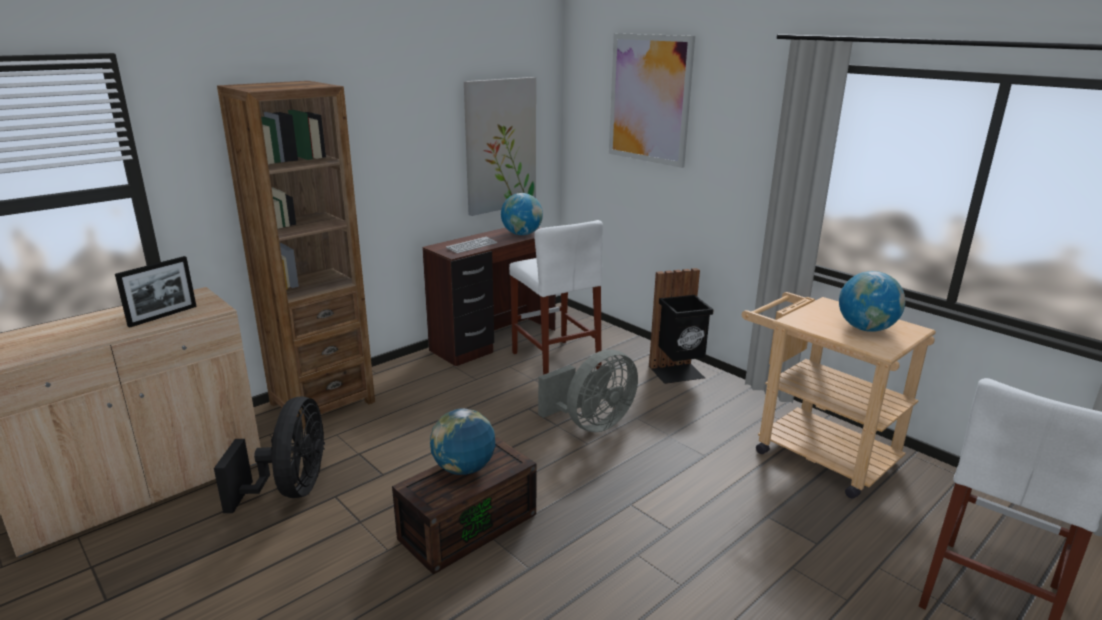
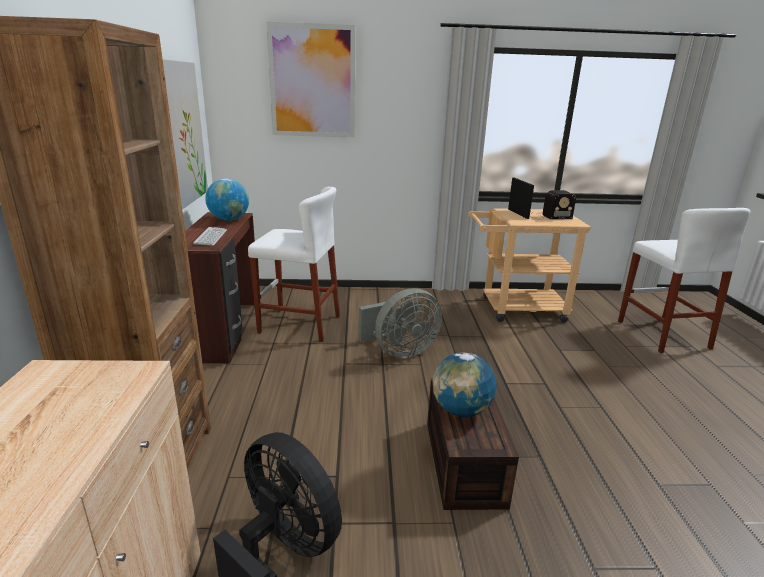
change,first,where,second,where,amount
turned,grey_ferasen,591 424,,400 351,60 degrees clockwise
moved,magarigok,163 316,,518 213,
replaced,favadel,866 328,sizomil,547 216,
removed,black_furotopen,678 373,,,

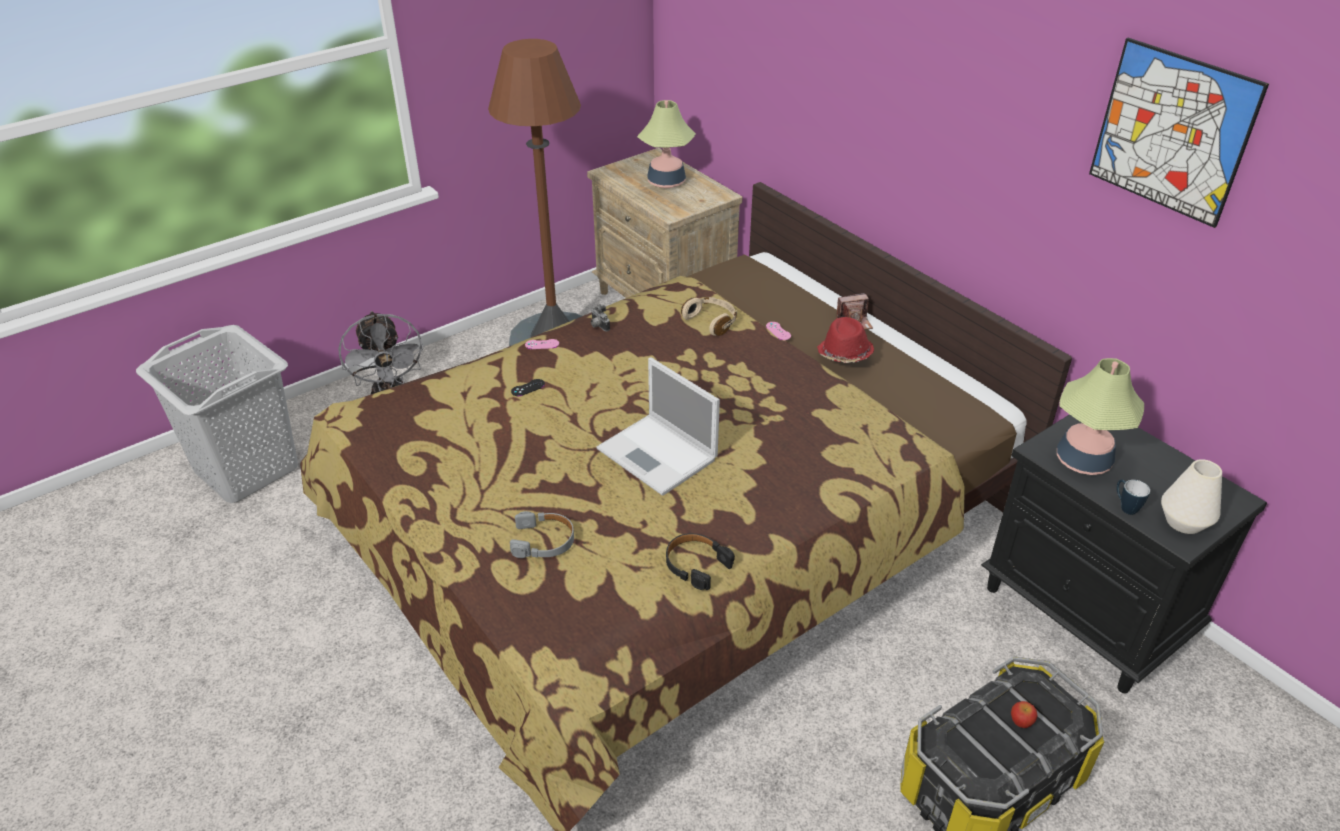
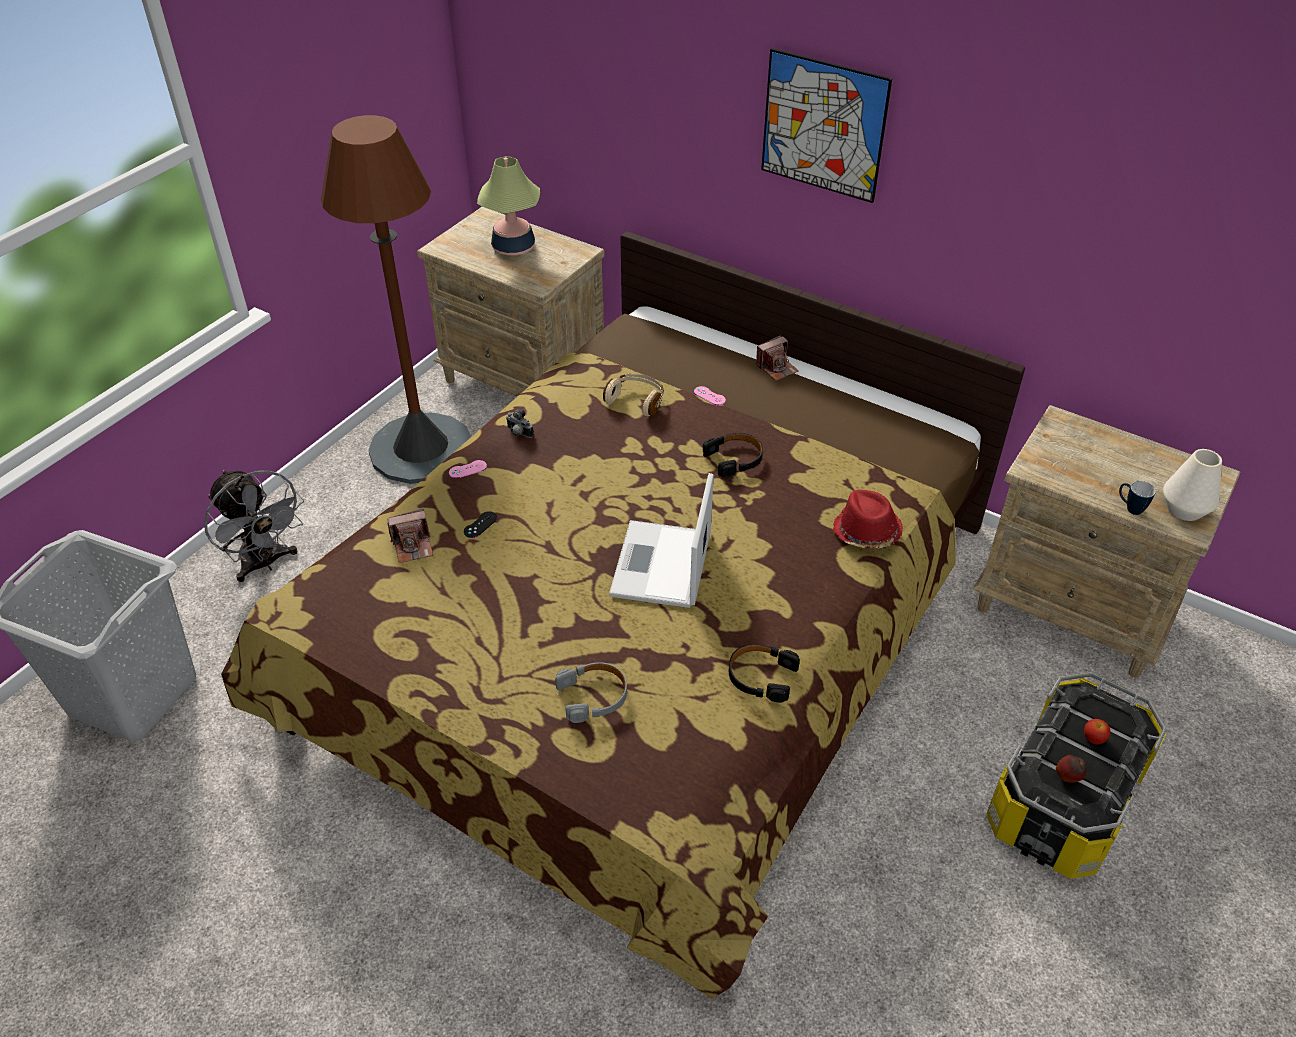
change,first,where,second,where,amount
added,,,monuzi,413 546,
turned,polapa,659 455,,661 566,75 degrees clockwise
added,,,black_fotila,735 459,
moved,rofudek,1172 132,,823 126,
moved,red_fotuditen,844 354,,866 532,
recoloured,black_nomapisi,1087 614,beige_nomapisi,1074 609,
added,,,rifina,1067 778,
removed,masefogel,1083 460,,,

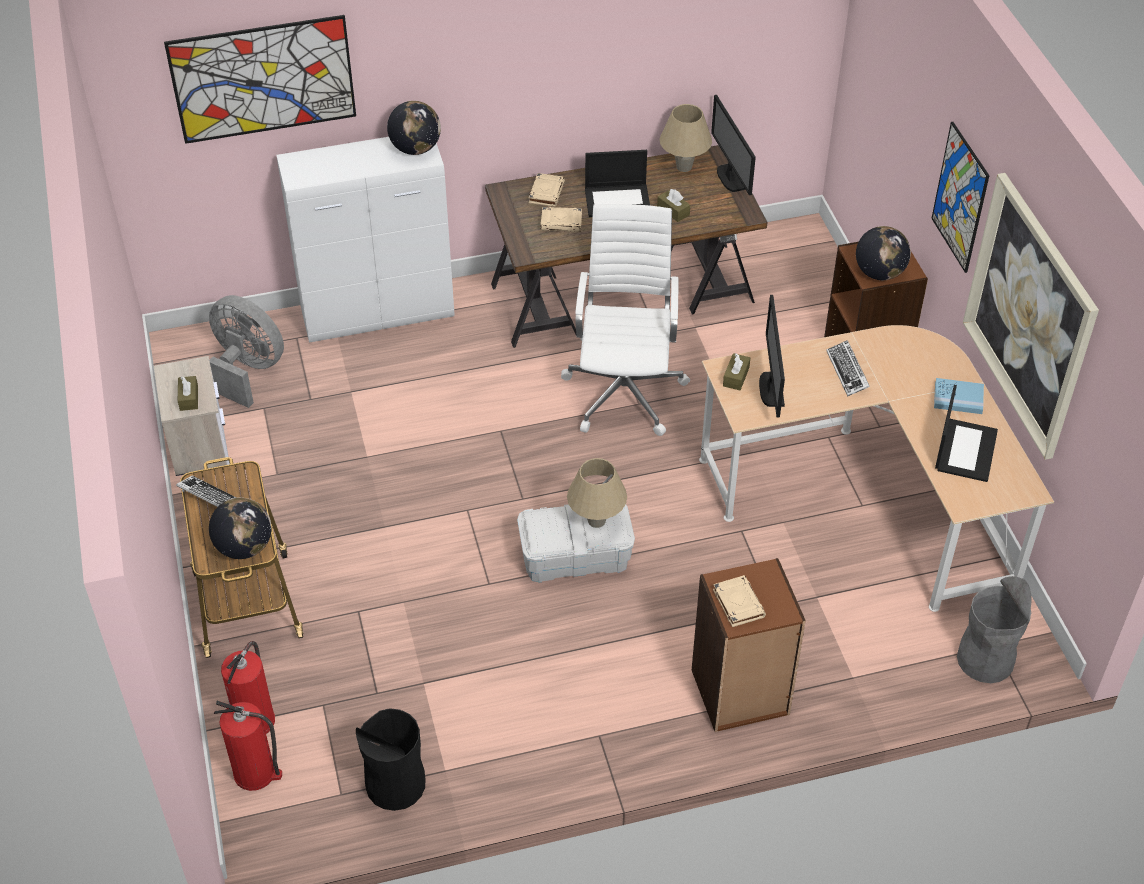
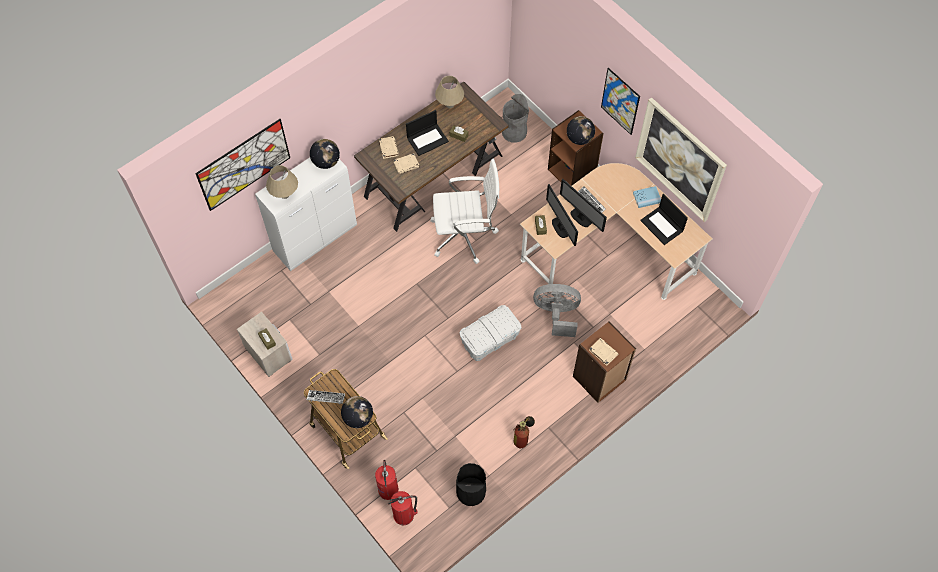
change,first,where,second,where,amount
moved,beige_masefogel,596 521,,285 194,
turned,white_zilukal,625 390,,465 235,105 degrees clockwise
moved,grey_furotopen,985 659,,514 132,
added,,,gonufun,523 437,
moved,grey_ferasen,247 370,,556 314,
moved,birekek,730 178,,580 218,
turned,polapa,965 449,,662 226,150 degrees clockwise

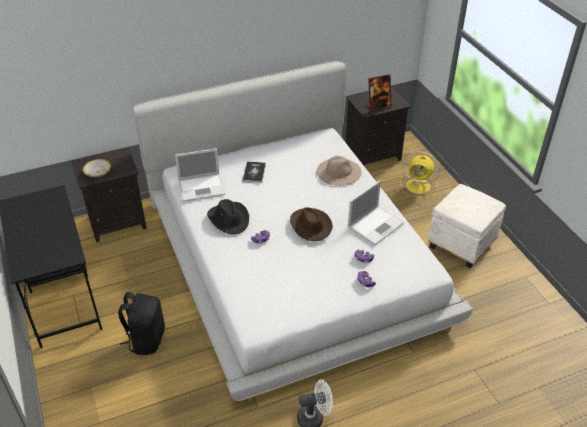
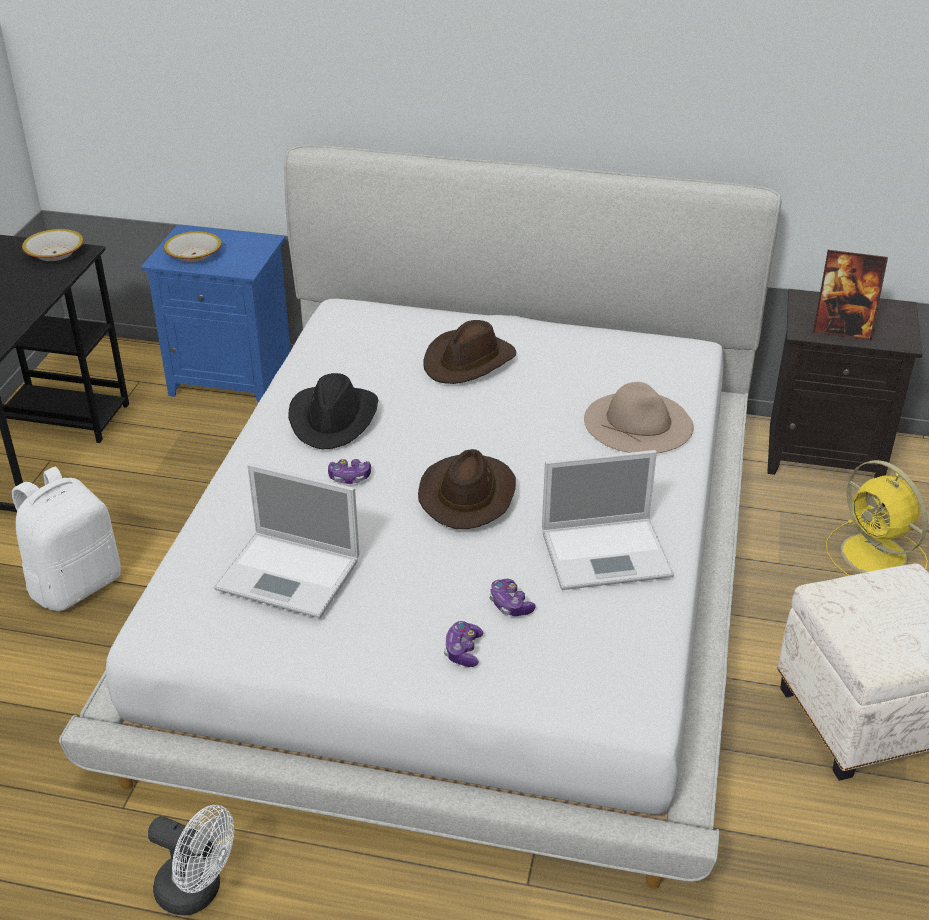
change,first,where,second,where,amount
recoloured,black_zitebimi,146 339,white_zitebimi,75 584,
added,,,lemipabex,54 253,
recoloured,black_nomapisi,118 222,blue_nomapisi,233 379,
moved,polapa,202 187,,291 574,
replaced,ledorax,254 173,brown_fotuditen,469 361,

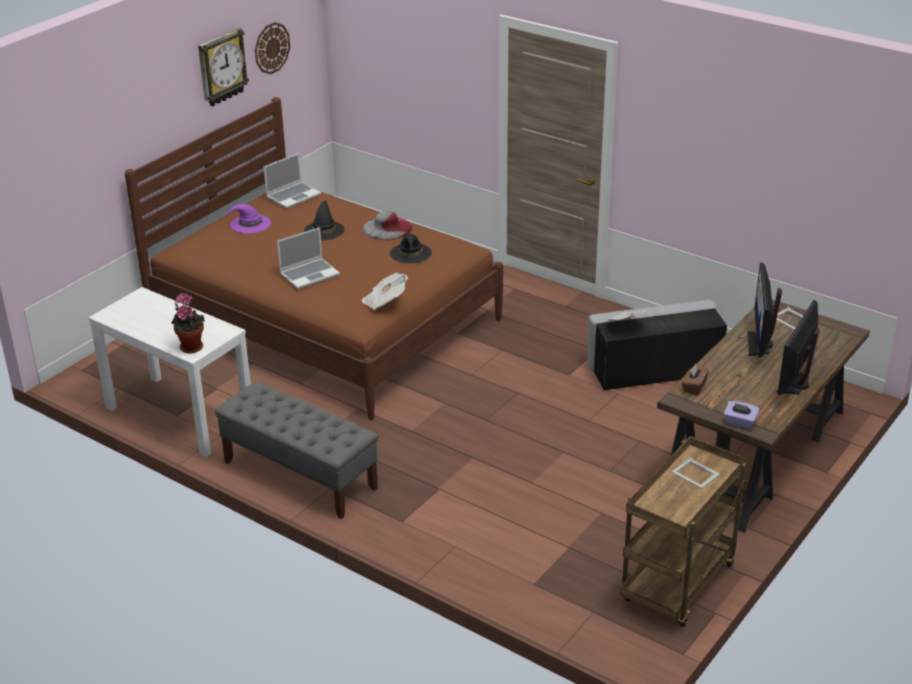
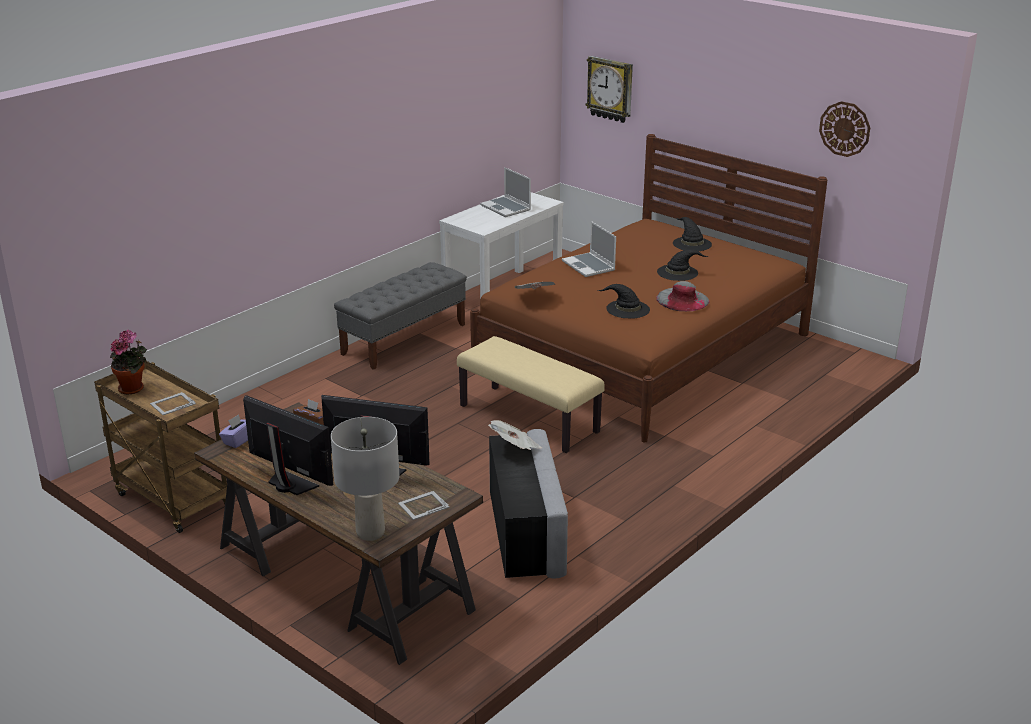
change,first,where,second,where,amount
moved,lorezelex,190 346,,133 388,
added,,,grey_masefogel,371 532,
added,,,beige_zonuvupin,529 419,
moved,polapa,293 196,,506 208,
moved,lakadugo,221 67,,610 89,
recoloured,purple_fotuditen,250 224,black_fotuditen,691 243,

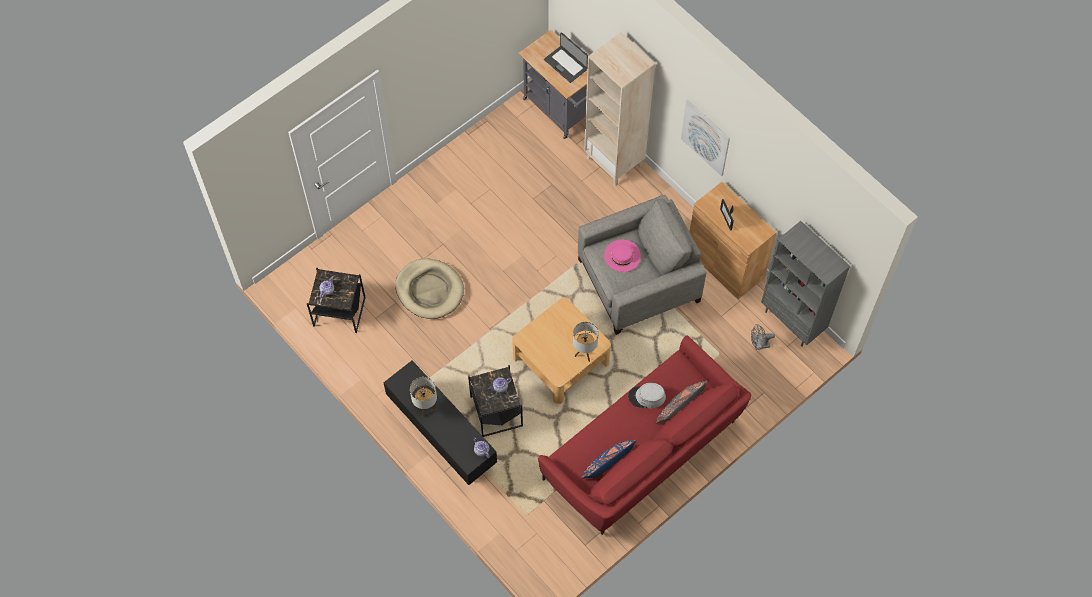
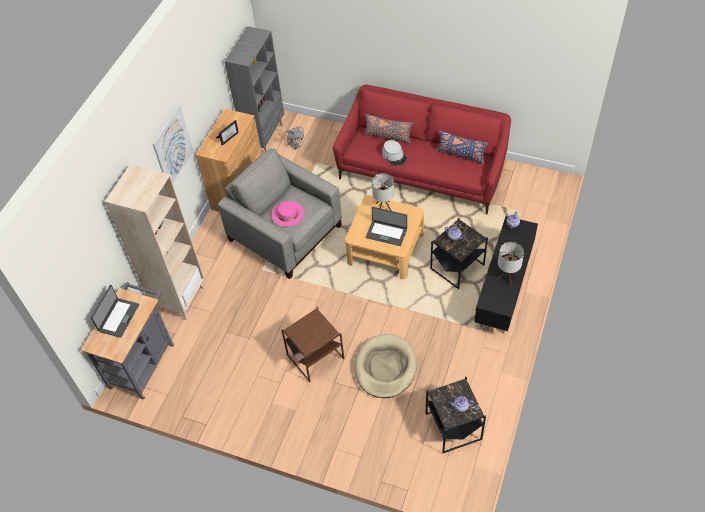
change,first,where,second,where,amount
added,,,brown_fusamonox,314 357,
added,,,polapa,386 233,

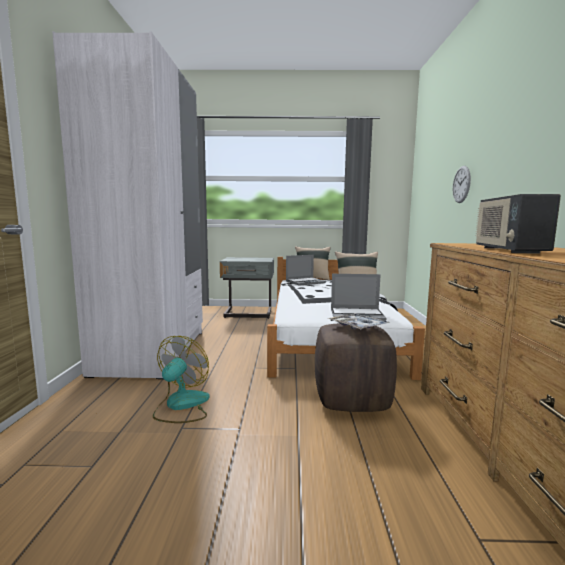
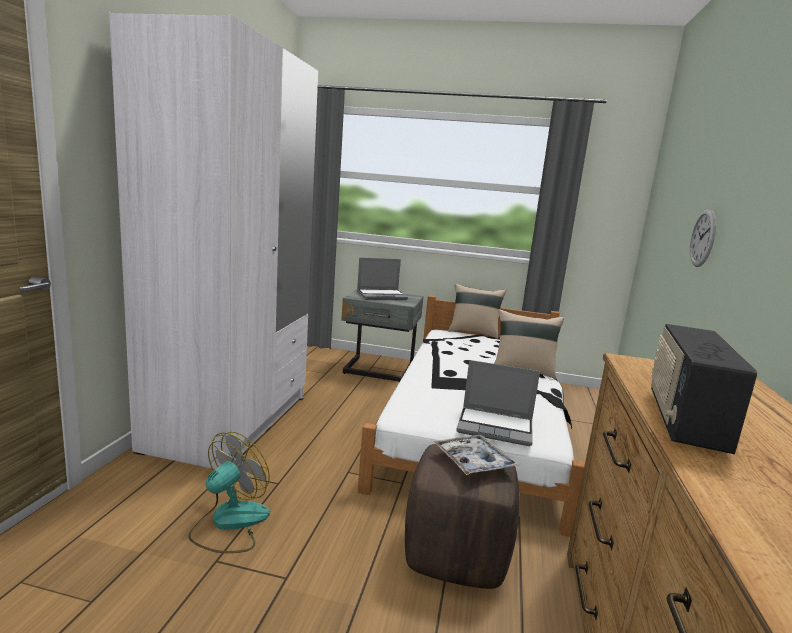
change,first,where,second,where,amount
moved,polapa,305 282,,382 295,

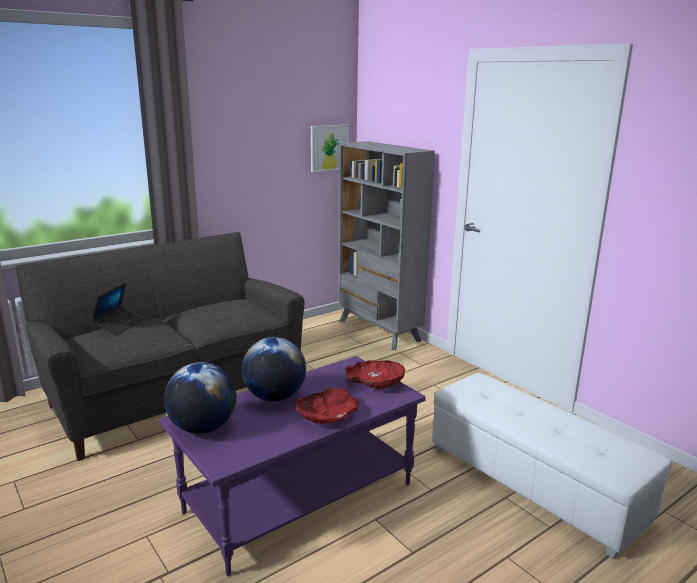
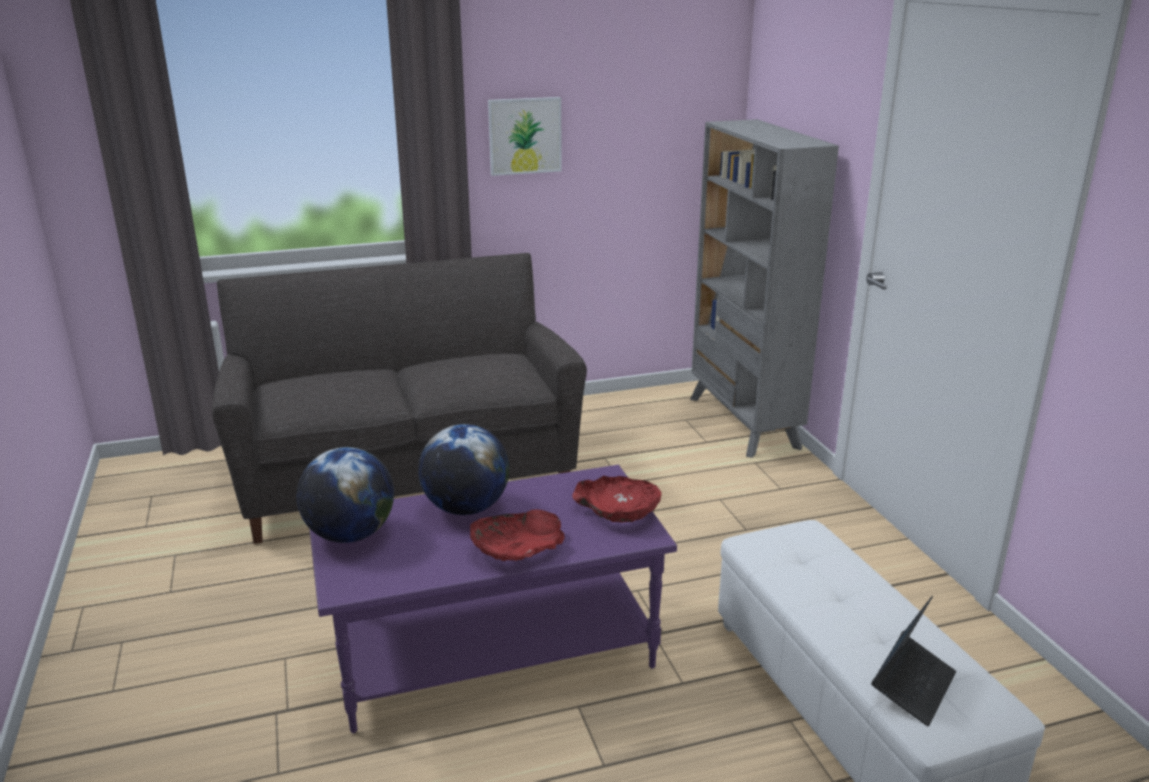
change,first,where,second,where,amount
moved,rofudek,329 147,,525 136,
moved,polapa,119 325,,912 686,

